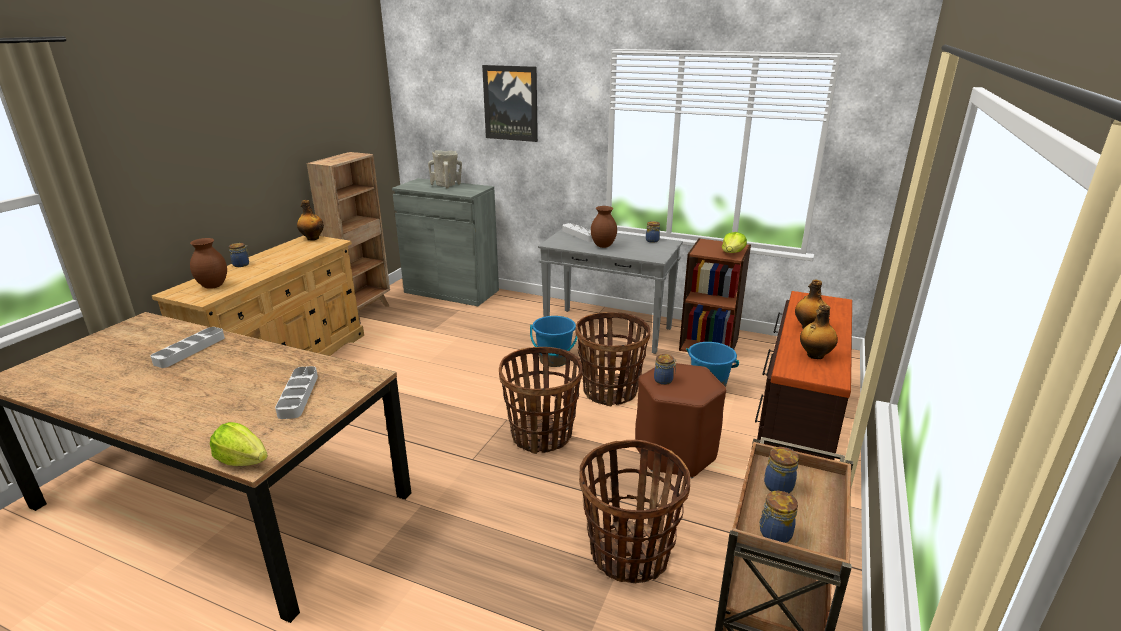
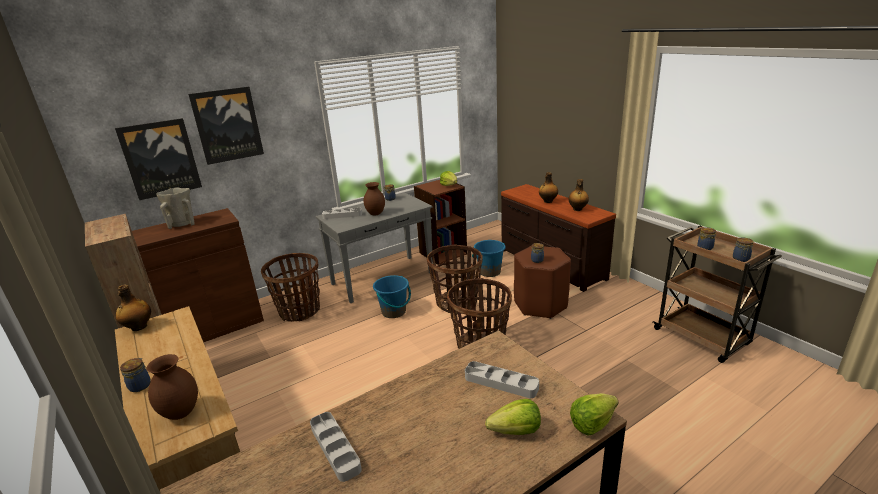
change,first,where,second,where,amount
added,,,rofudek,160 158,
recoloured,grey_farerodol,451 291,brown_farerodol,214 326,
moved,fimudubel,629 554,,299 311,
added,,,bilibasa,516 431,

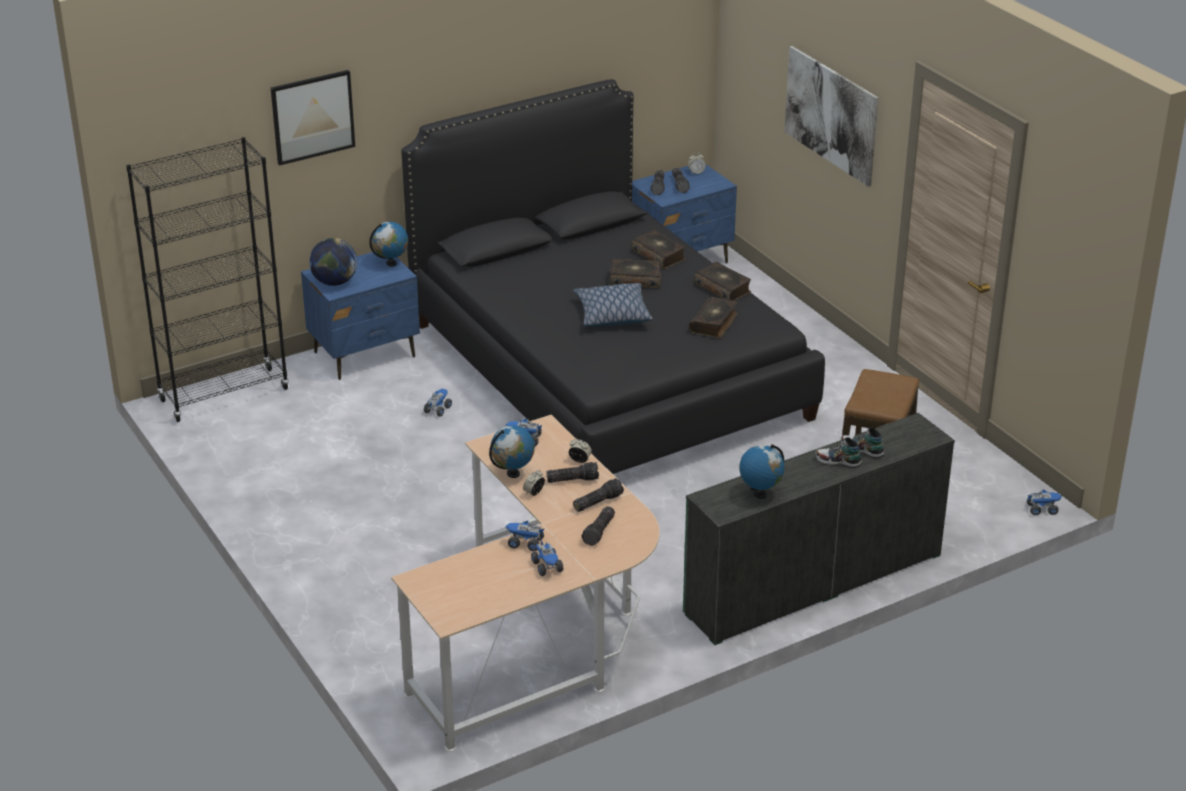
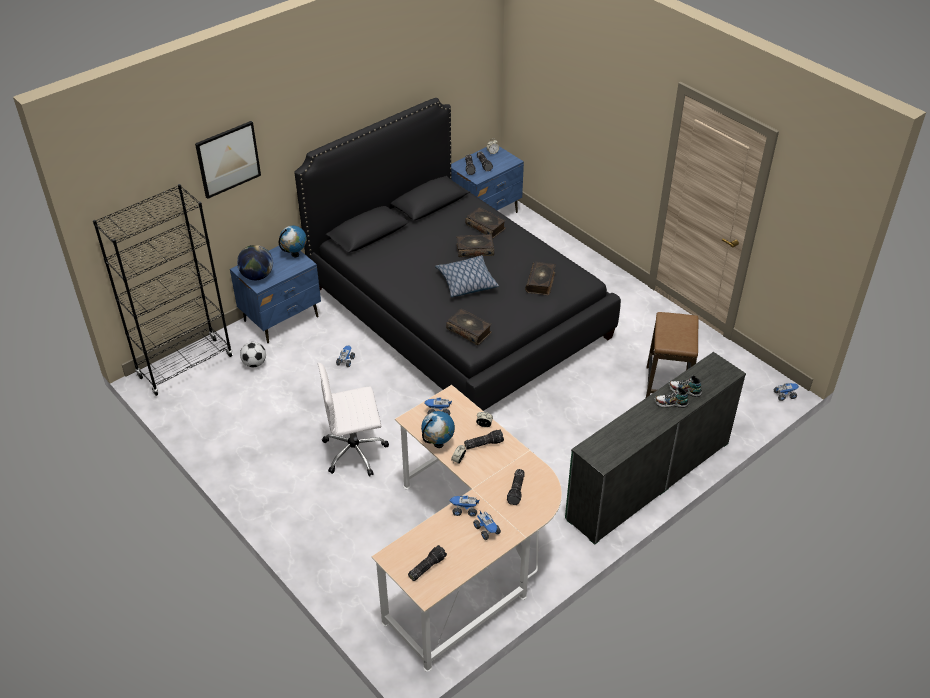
change,first,where,second,where,amount
added,,,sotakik,254 363,
added,,,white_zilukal,355 451,
moved,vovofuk,597 501,,426 566,
moved,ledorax,723 288,,469 331,
removed,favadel,760 494,,,
removed,rofudek,831 115,,,

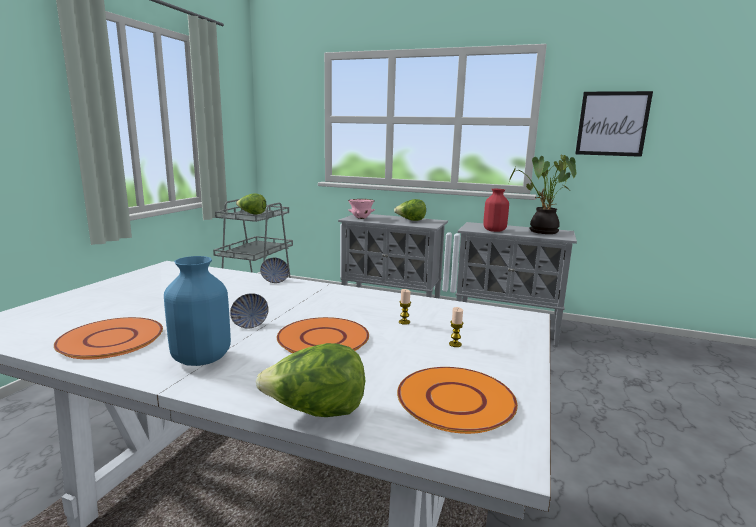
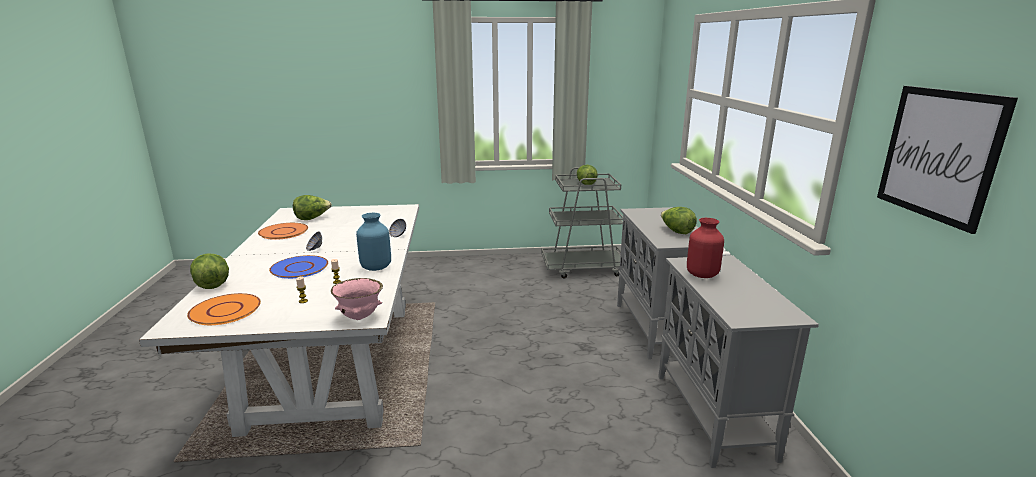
change,first,where,second,where,amount
recoloured,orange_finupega,323 339,blue_finupega,299 268,
added,,,bilibasa,312 218,
moved,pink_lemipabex,361 218,,359 317,
moved,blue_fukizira,200 358,,376 267,
removed,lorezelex,540 231,,,

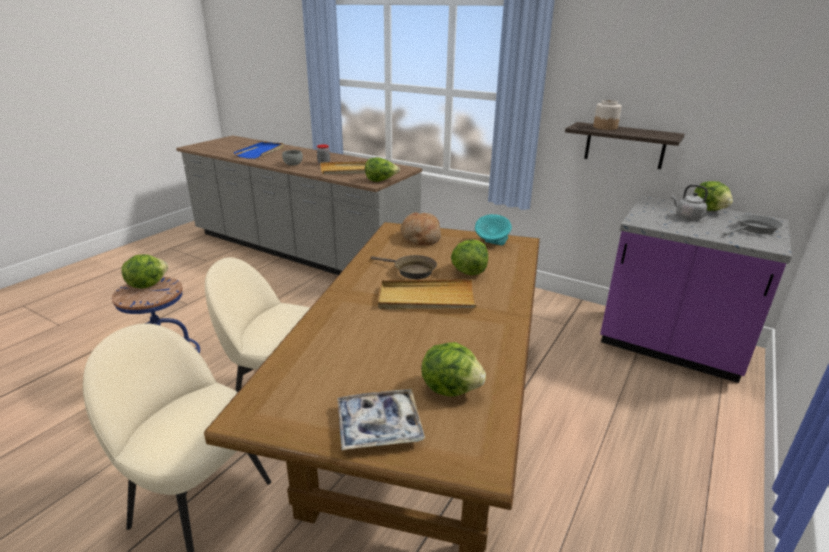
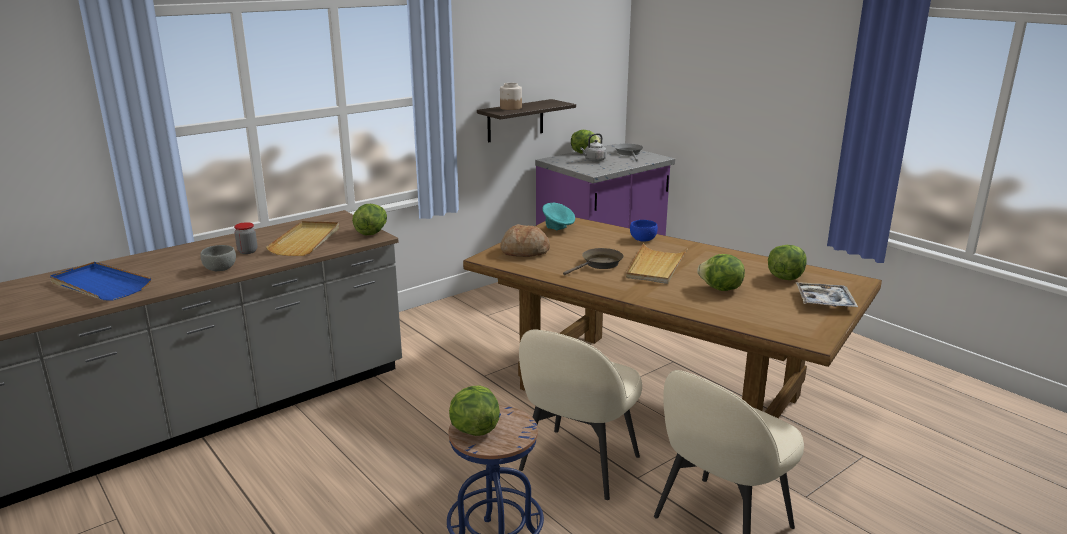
change,first,where,second,where,amount
added,,,blue_lemipabex,642 239,
moved,bilibasa,468 272,,720 289,

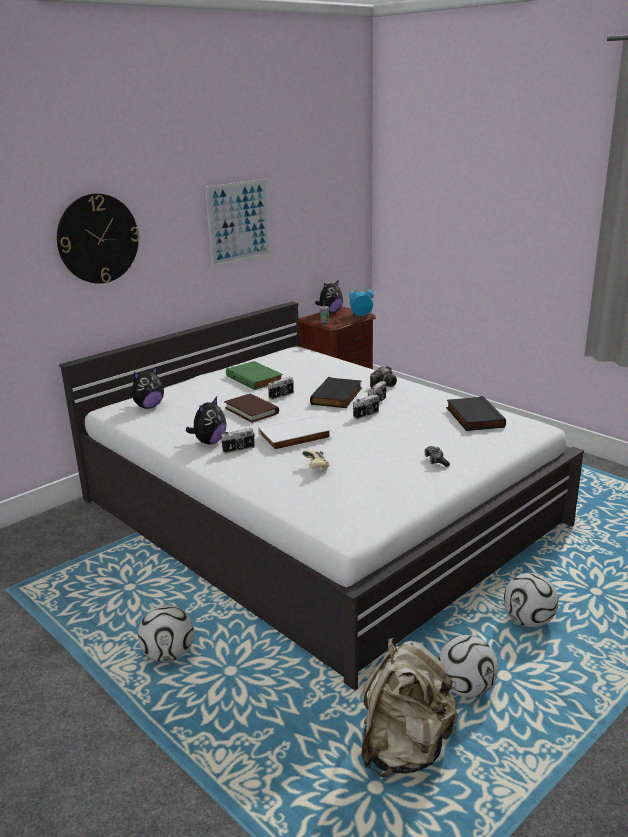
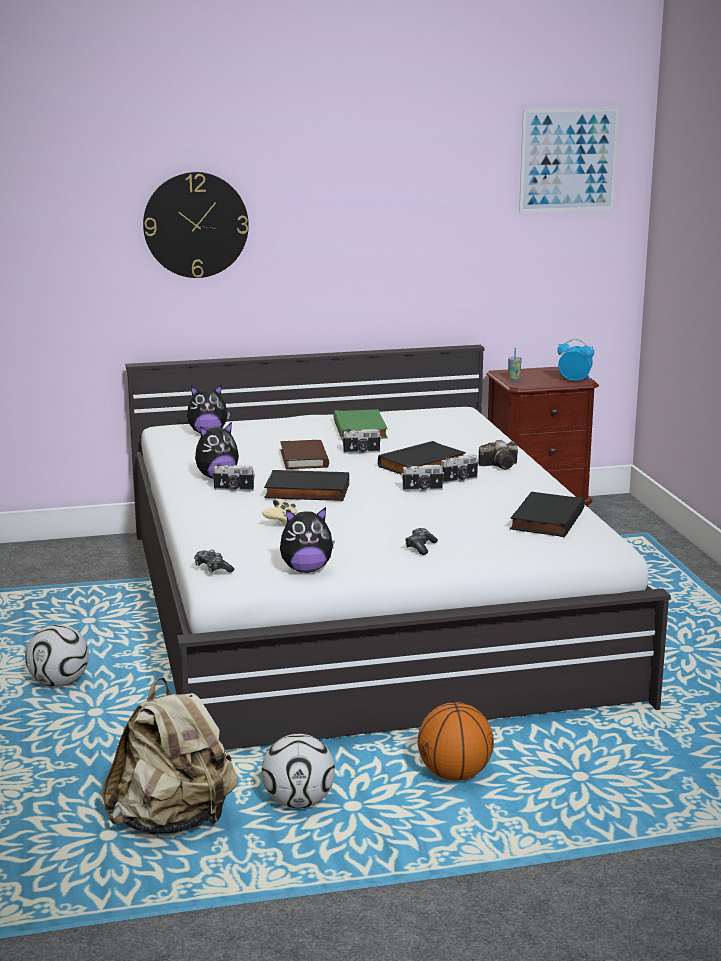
change,first,where,second,where,amount
added,,,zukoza,212 569,
recoloured,white_ledorax,295 437,black_ledorax,306 492,
moved,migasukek,330 312,,306 569,
replaced,sotakik,528 621,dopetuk,455 775,
moved,rofudek,239 222,,568 160,

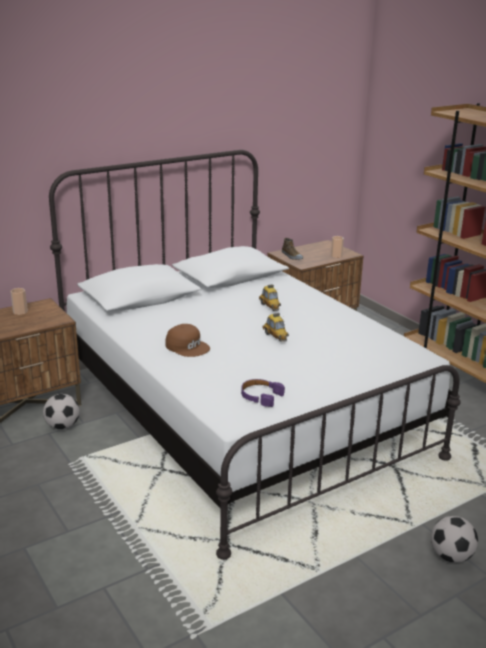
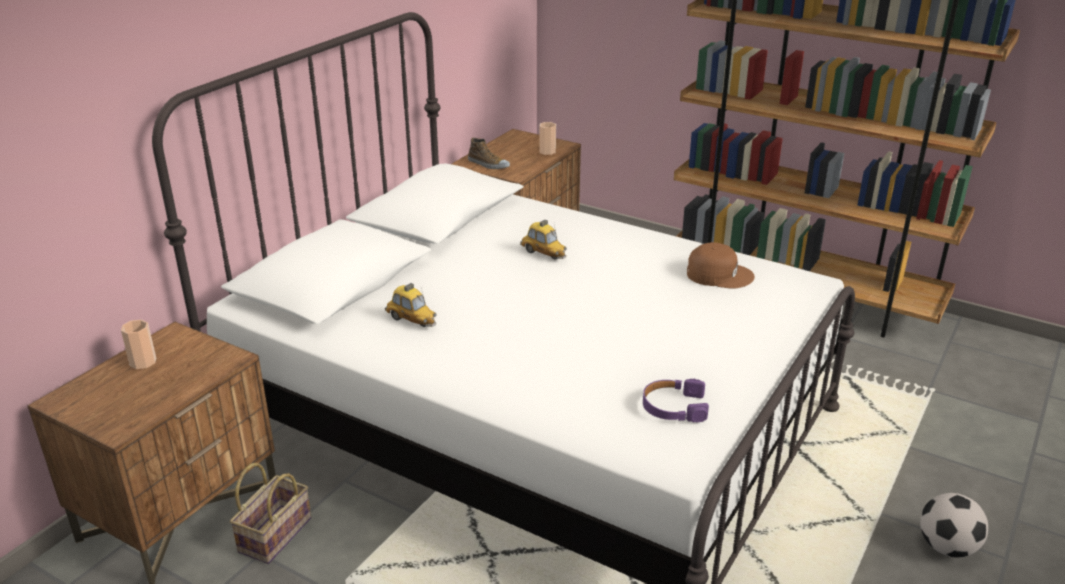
change,first,where,second,where,amount
replaced,sotakik,63 426,fimudubel,275 533,
moved,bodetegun,275 336,,411 320,
moved,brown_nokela,187 346,,719 274,

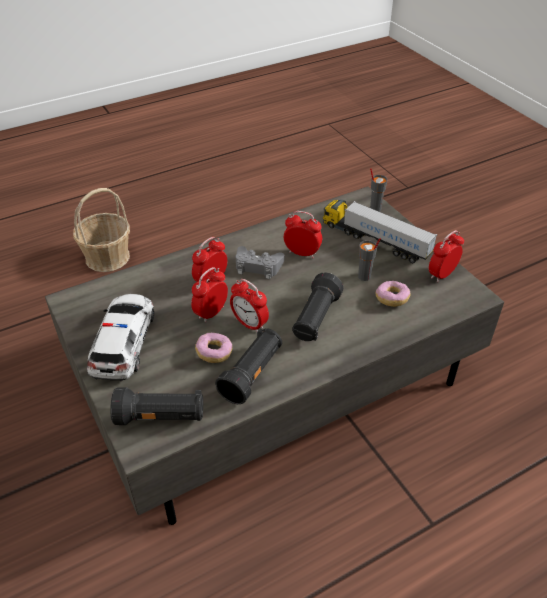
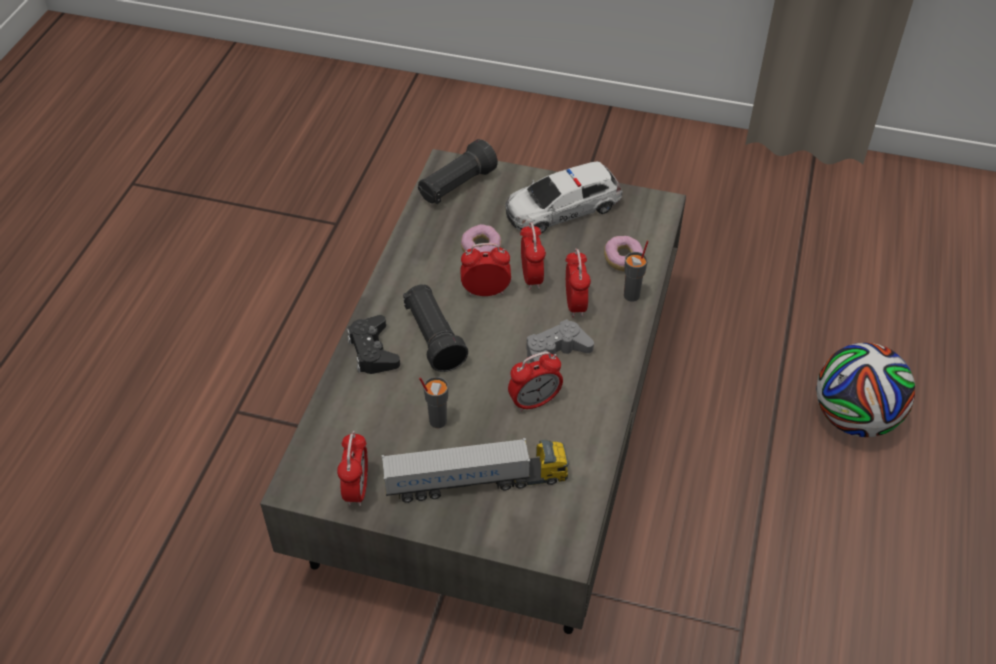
change,first,where,second,where,amount
added,,,black_zukoza,373 351,
turned,bodetegun,124 342,,562 208,105 degrees clockwise
moved,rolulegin,391 299,,623 260,
moved,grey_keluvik,375 209,,632 295,
replaced,fimudubel,107 257,sotakik,854 418,
removed,black_vovofuk,252 374,,,

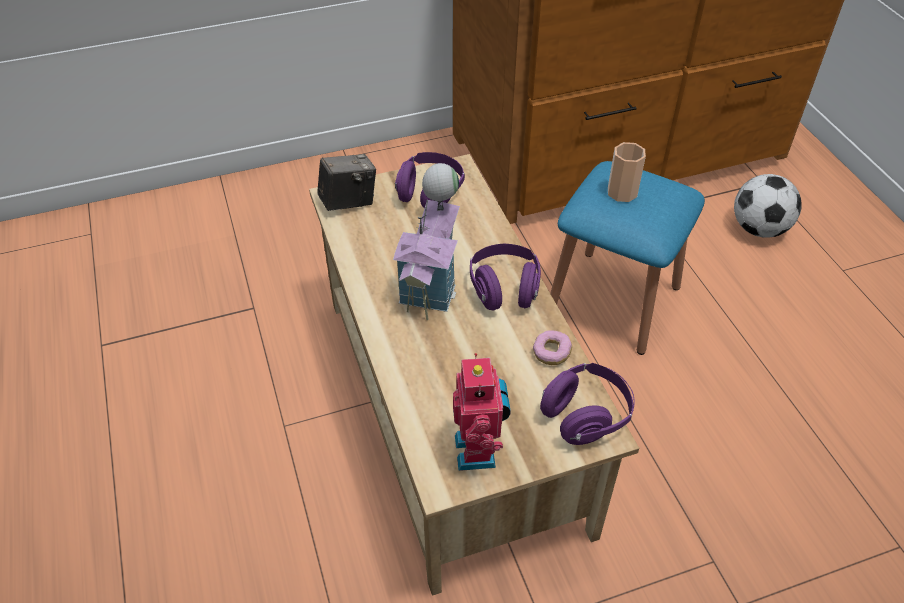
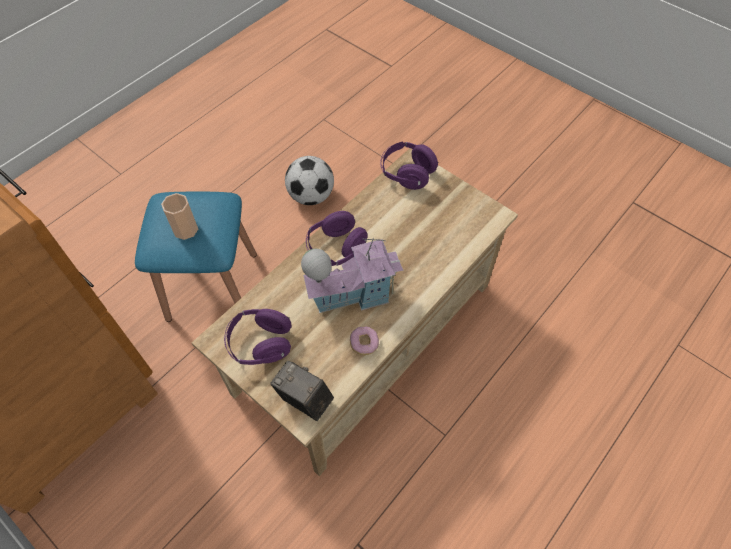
change,first,where,second,where,amount
moved,sotakik,758 229,,311 196,
moved,rolulegin,551 353,,364 343,
removed,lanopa,478 451,,,

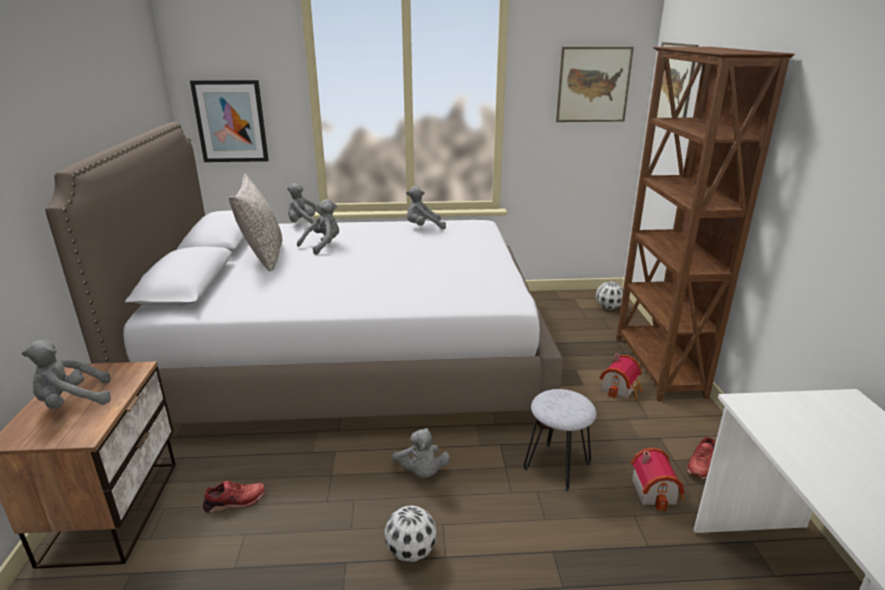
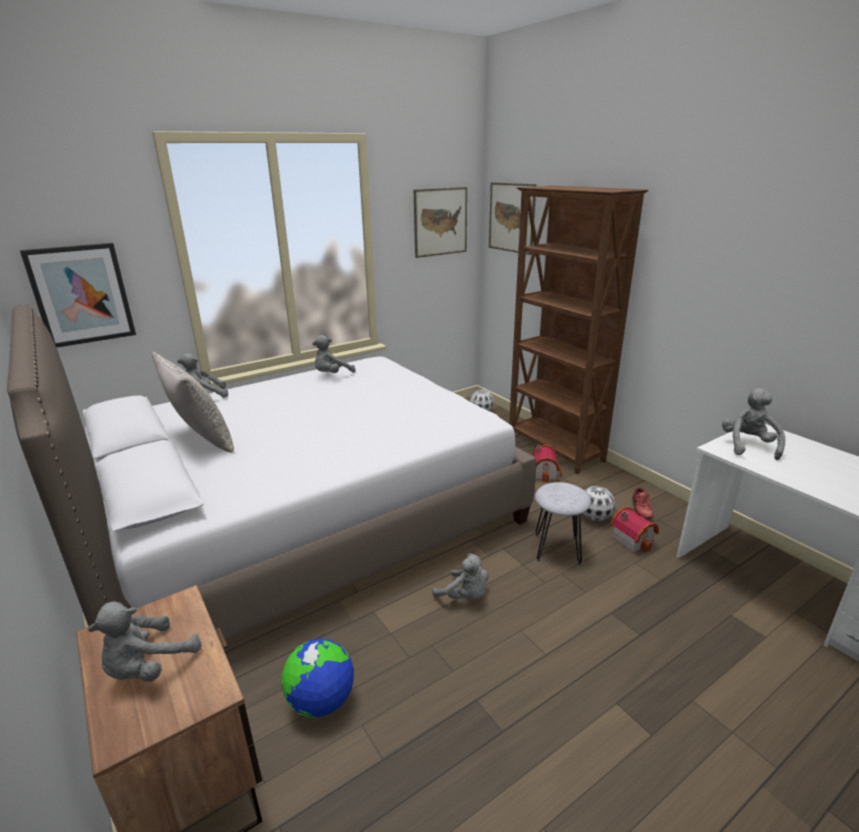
change,first,where,second,where,amount
replaced,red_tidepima,235 502,favadel,321 701,
moved,sotakik,411 551,,594 517,
moved,grey_migasukek,323 245,,748 446,

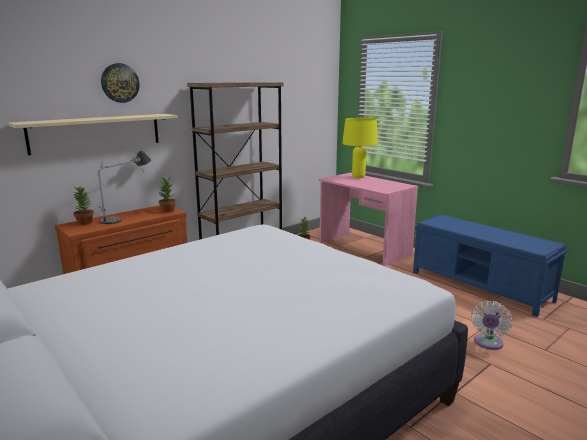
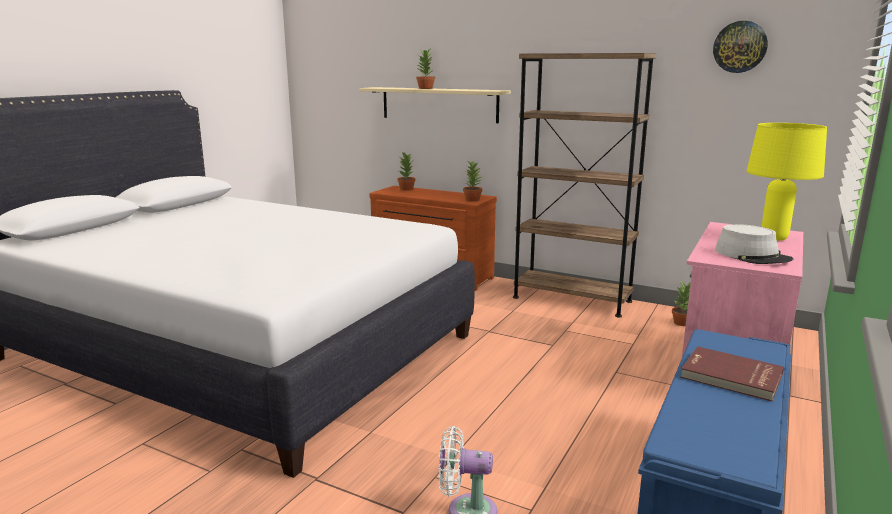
change,first,where,second,where,amount
added,,,lorezelex,425 88,
added,,,red_ledorax,731 377,
moved,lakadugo,120 83,,740 47,
added,,,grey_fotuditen,752 256,
removed,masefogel,127 215,,,

